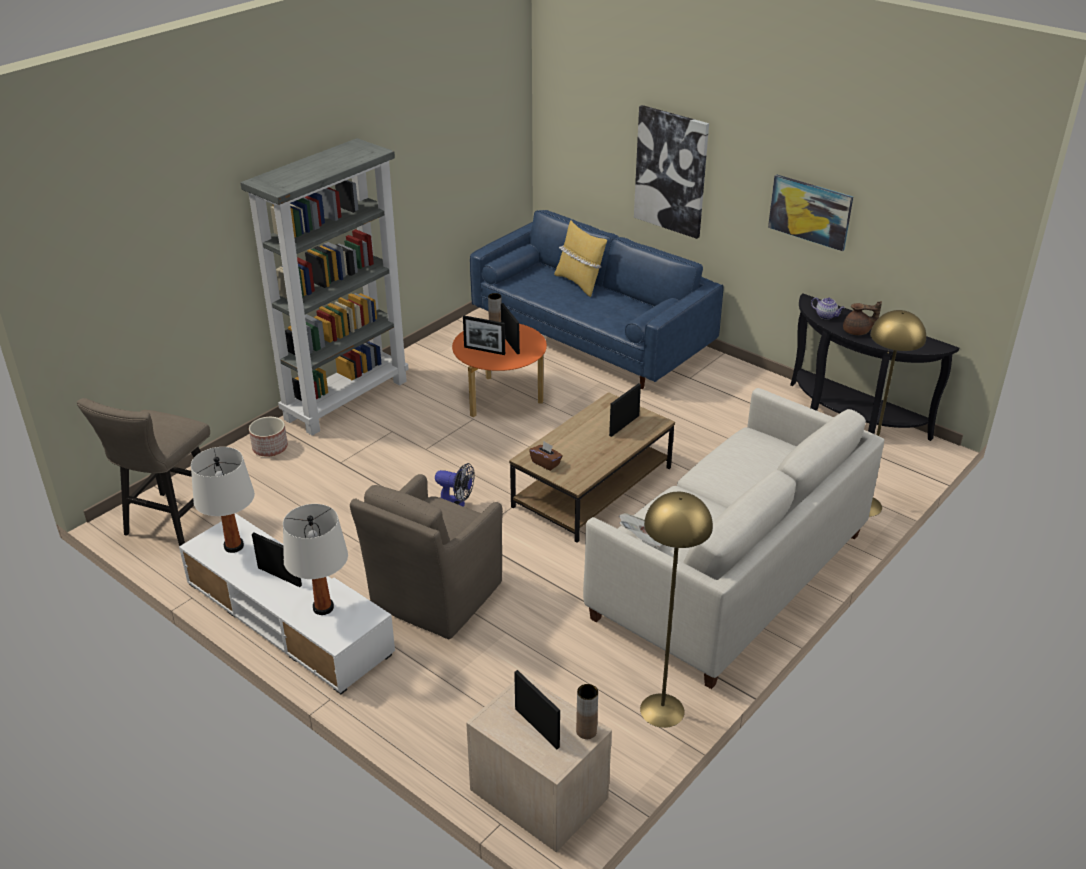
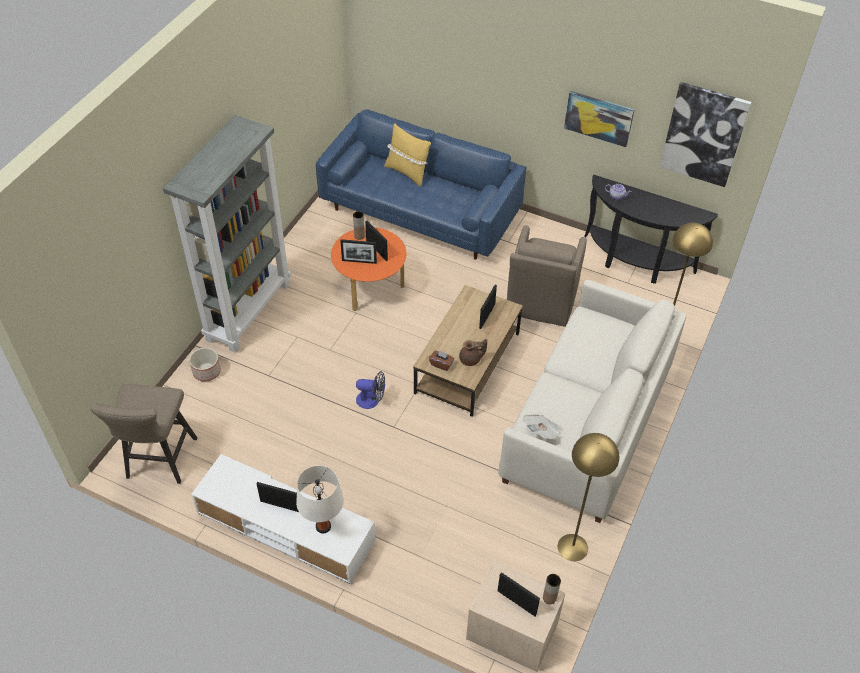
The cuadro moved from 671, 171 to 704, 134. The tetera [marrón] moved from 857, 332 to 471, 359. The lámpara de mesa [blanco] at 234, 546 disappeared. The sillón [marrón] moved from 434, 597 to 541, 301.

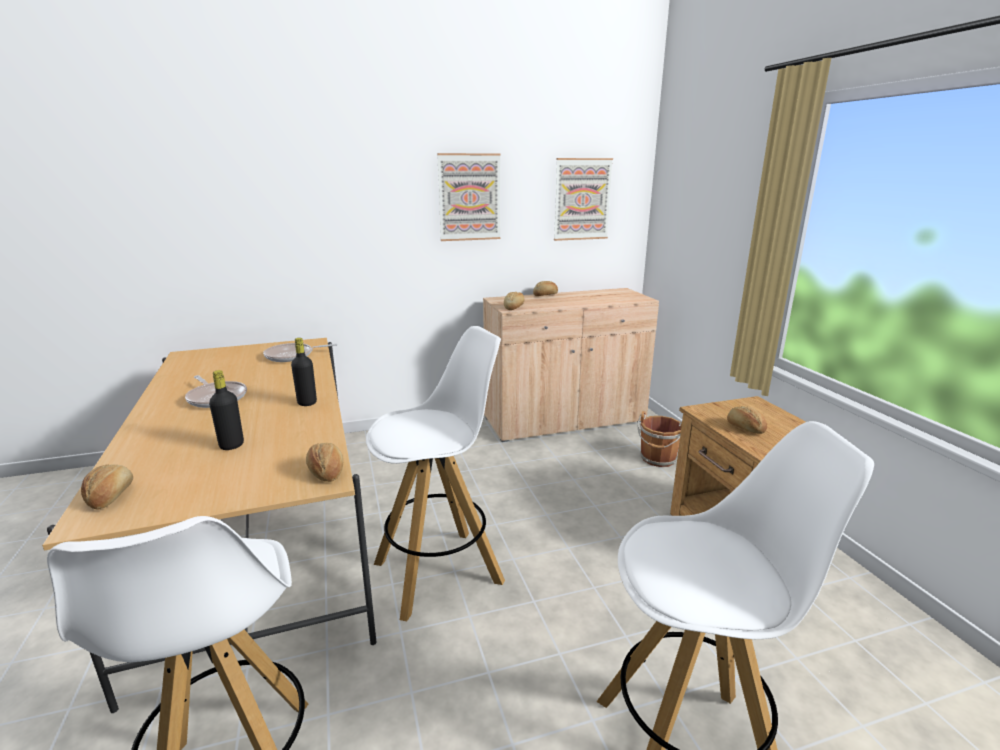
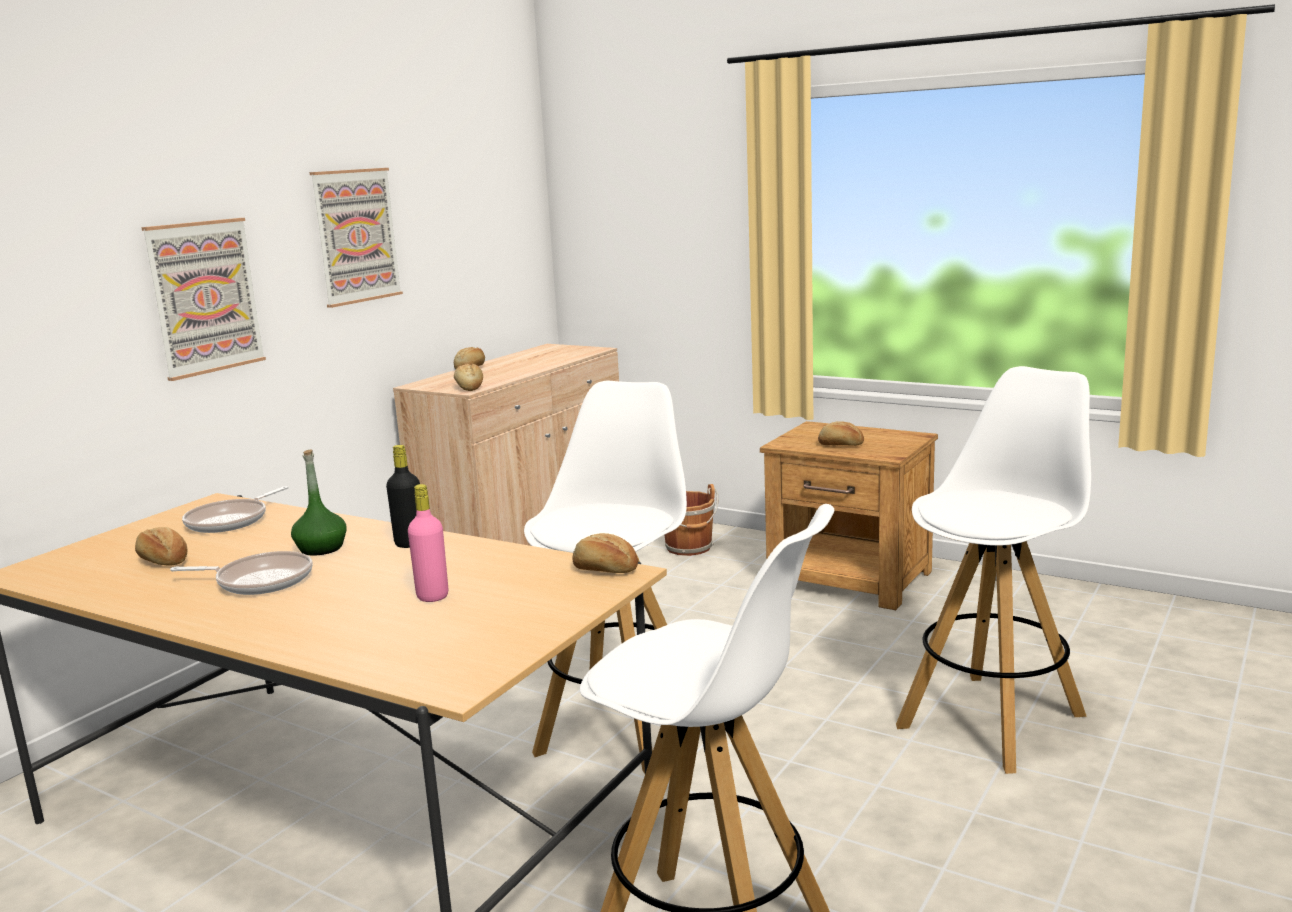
The cuadro moved from 582, 199 to 204, 297. The botella [negro] at 231, 445 became the botella [rosa] at 432, 596. The pan moved from 110, 496 to 163, 561. The botella [verde] at 321, 548 appeared.

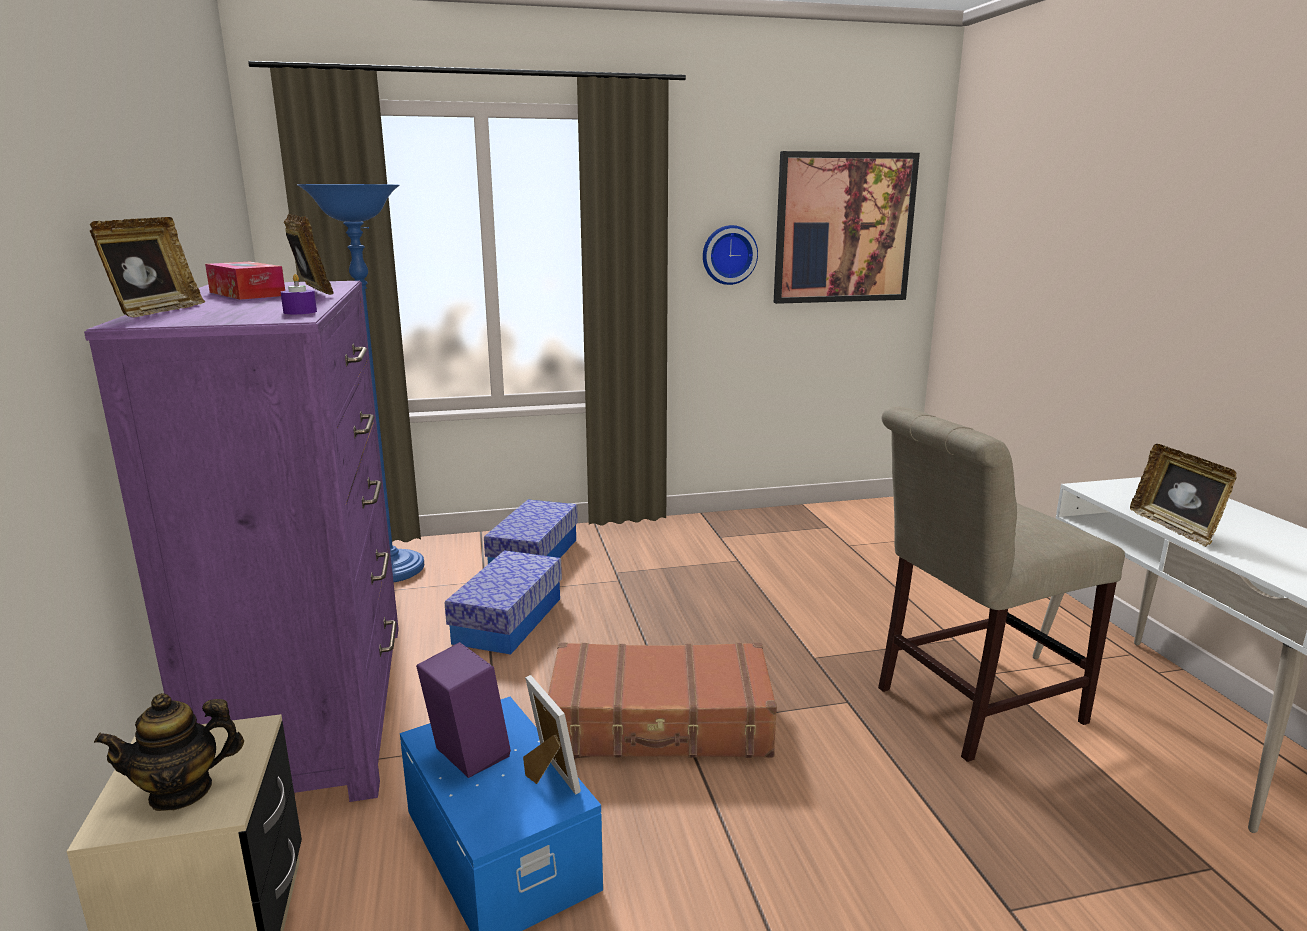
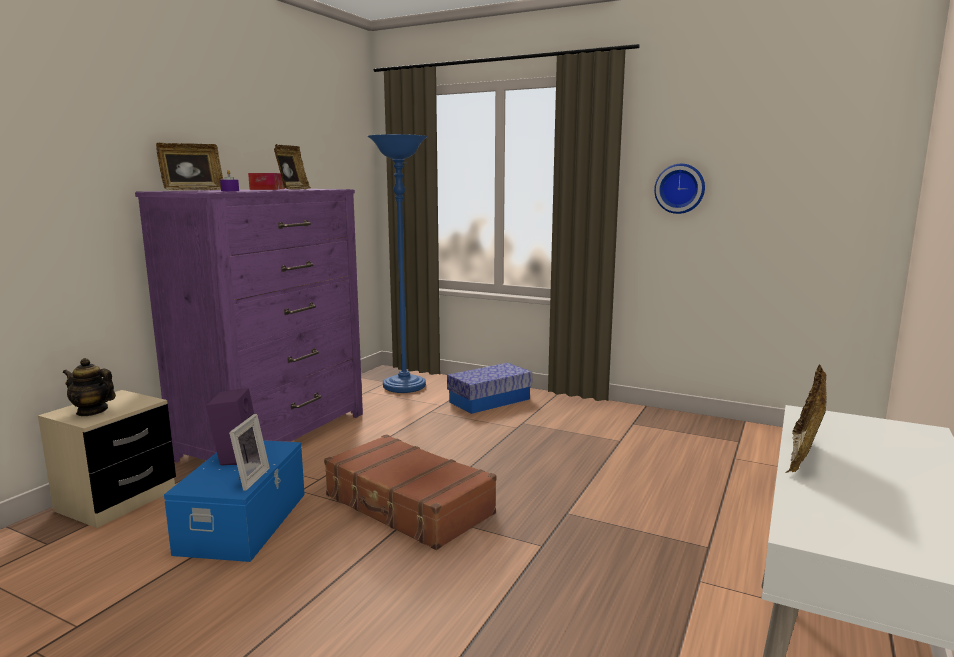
The cuadro at 844, 228 disappeared. The silla [beis] at 969, 706 disappeared. The caja de almacenaje at 508, 620 disappeared.

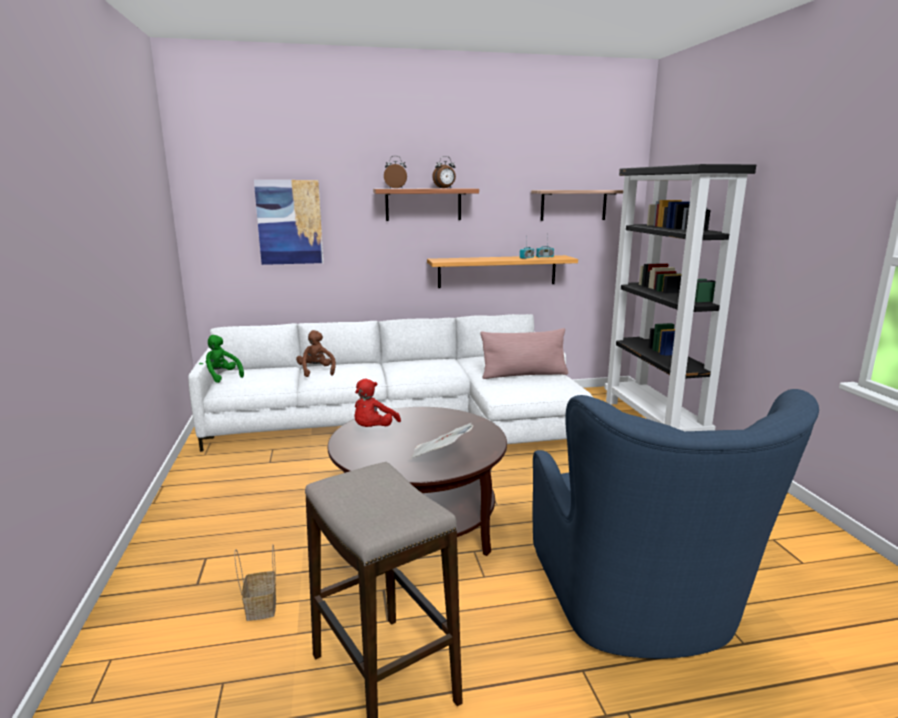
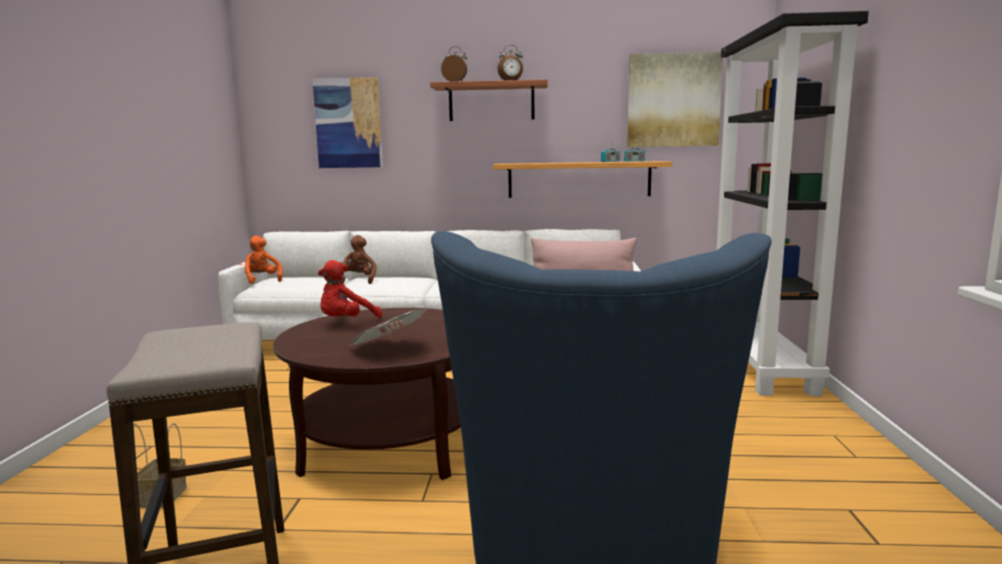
The estante at 573, 205 was replaced by the cuadro at 673, 100. The peluche [verde] at 220, 377 became the peluche [naranja] at 260, 280.

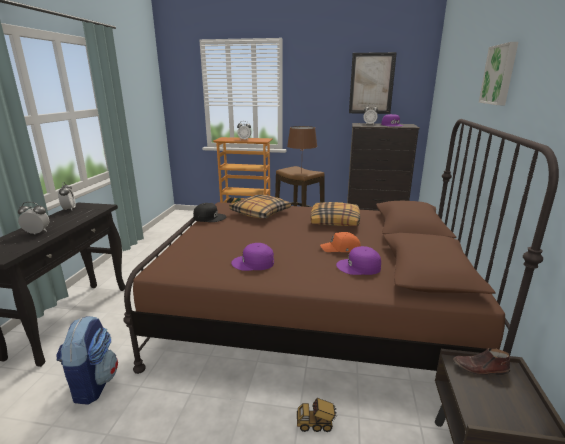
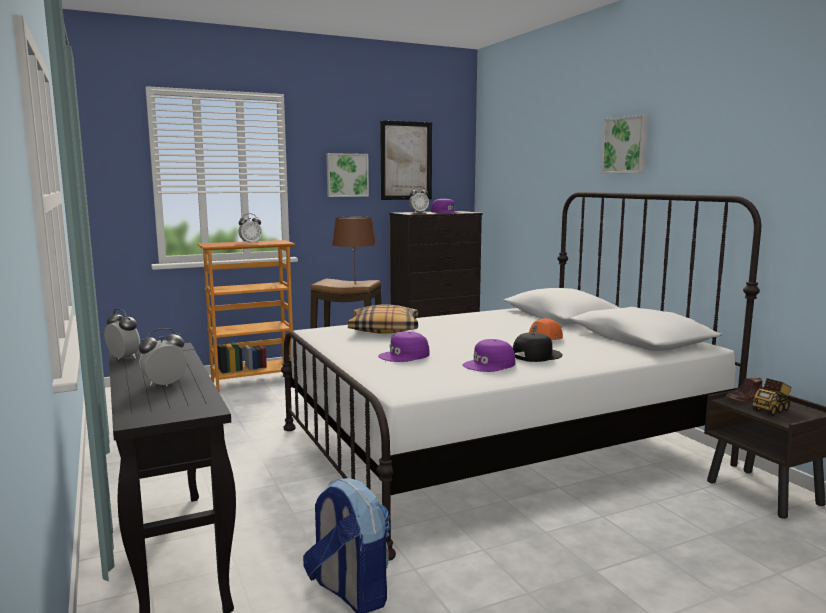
The cama [marrón] at 313, 315 became the cama [blanco] at 497, 446. The cojín at 335, 221 disappeared. The gorra [negro] moved from 209, 217 to 536, 355. The gorra [morado] moved from 359, 267 to 404, 356. The camión de juguete moved from 316, 424 to 771, 410. The cuadro at 347, 175 appeared.

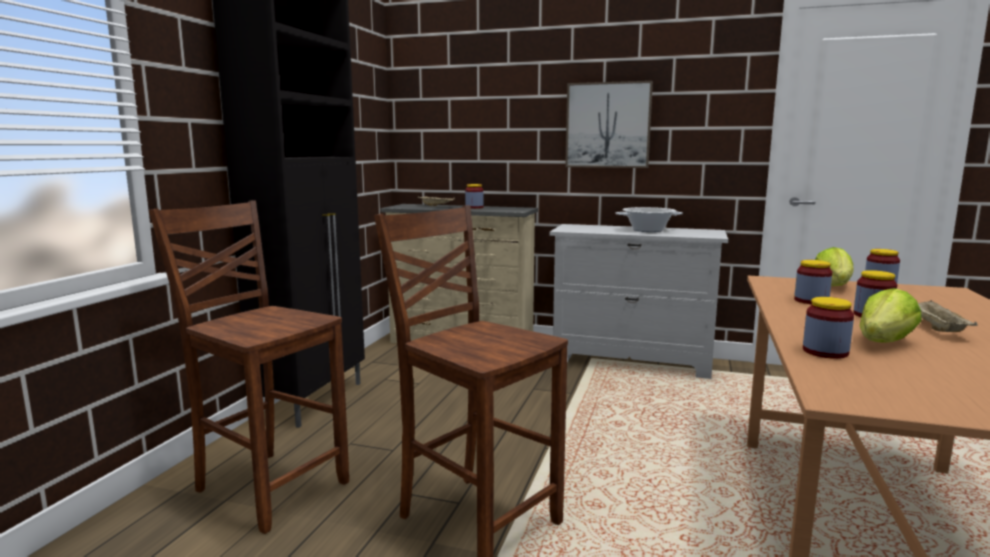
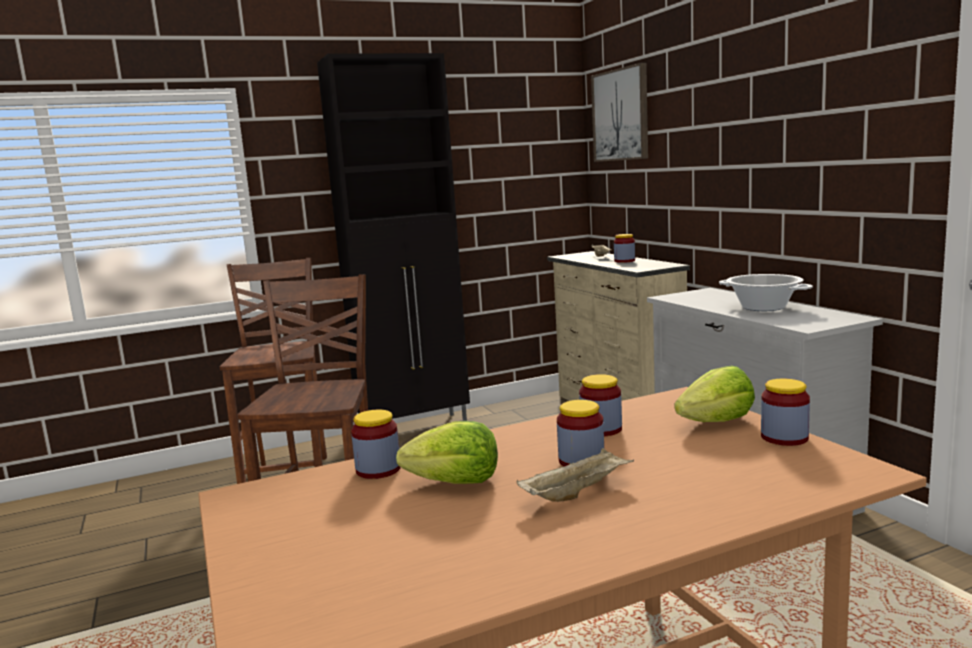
The cuadro moved from 608, 125 to 621, 115.

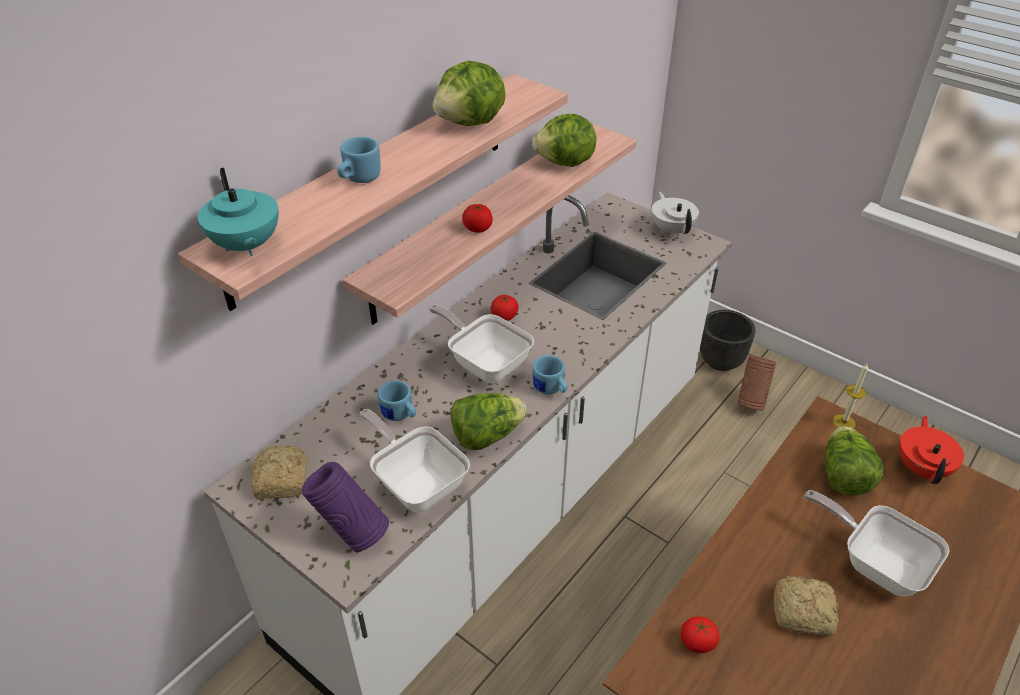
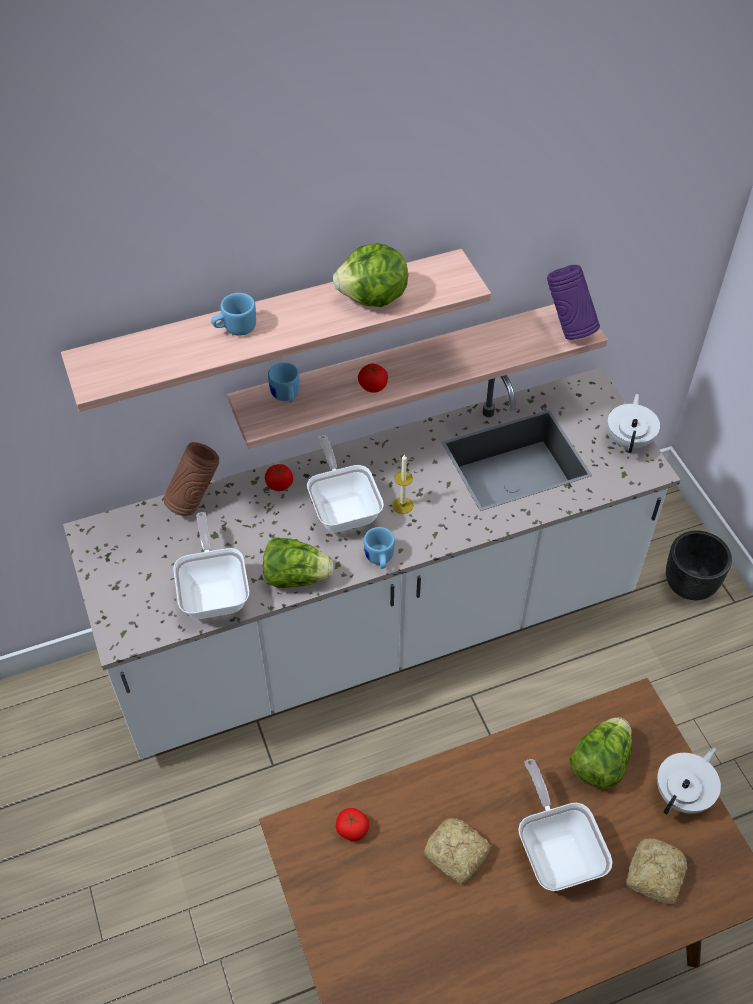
The lechuga at 565, 163 disappeared. The tetera [turquesa] at 246, 246 disappeared. The tomate moved from 504, 316 to 279, 485. The florero [marrón] moved from 751, 401 to 195, 501. The vela moved from 844, 422 to 402, 505. The taza grande [azul] moved from 400, 415 to 286, 397. The tetera [rojo] at 922, 468 became the tetera [blanco] at 683, 794. The pan moved from 281, 481 to 653, 876. The florero [morado] moved from 351, 534 to 568, 329.

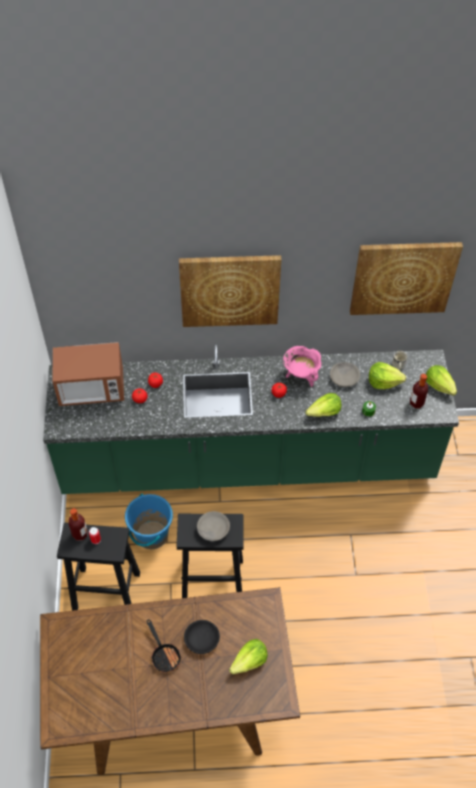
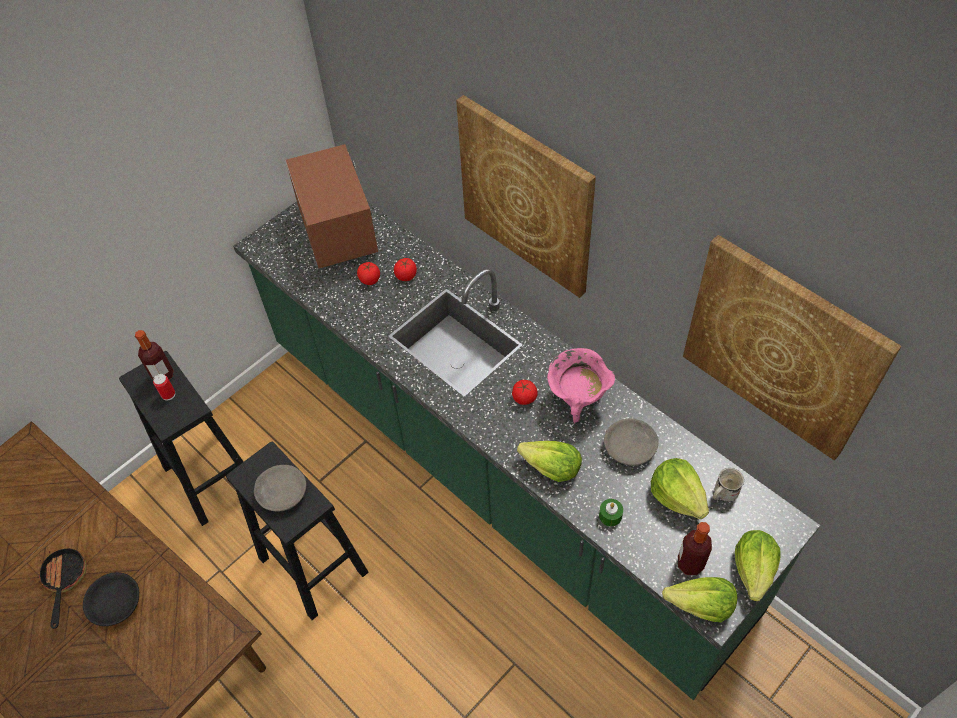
The microondas at 92, 389 turned 150 degrees counterclockwise. The cubo [azul] at 151, 535 disappeared. The sartén at 164, 655 turned 150 degrees clockwise. The lechuga moved from 249, 661 to 700, 606.

